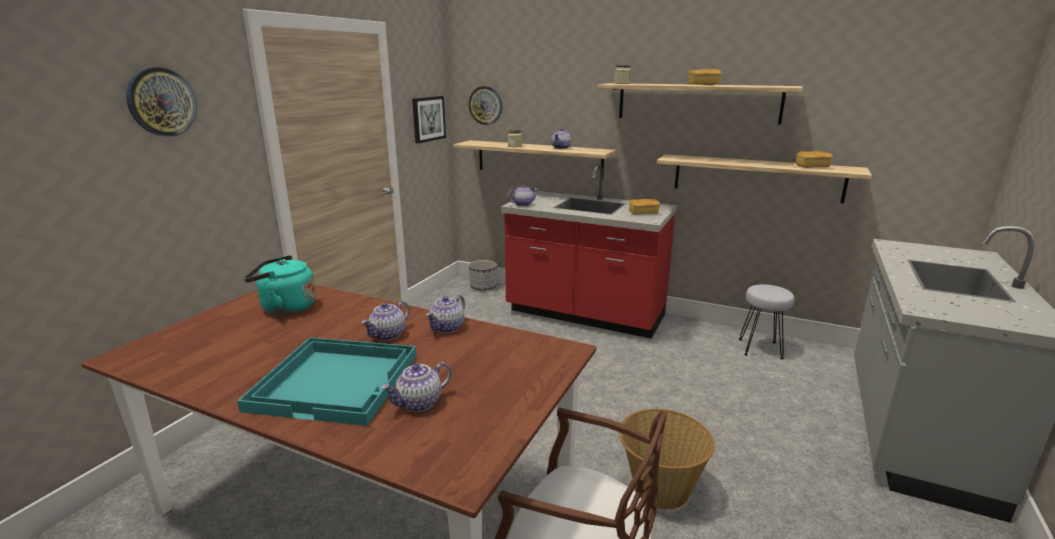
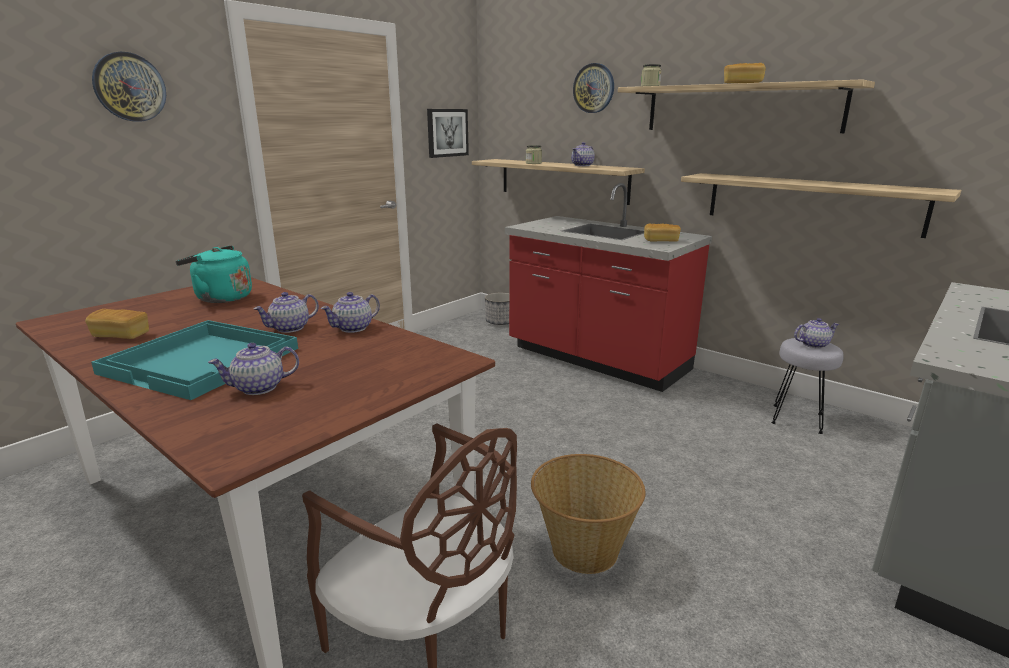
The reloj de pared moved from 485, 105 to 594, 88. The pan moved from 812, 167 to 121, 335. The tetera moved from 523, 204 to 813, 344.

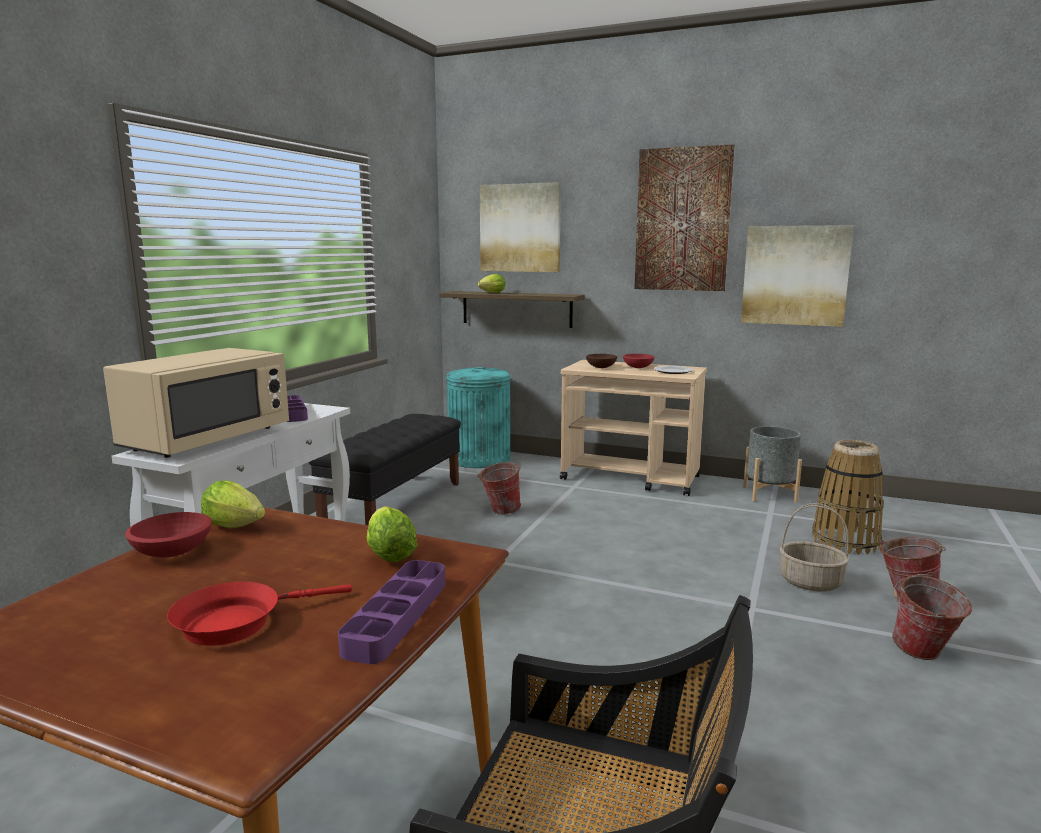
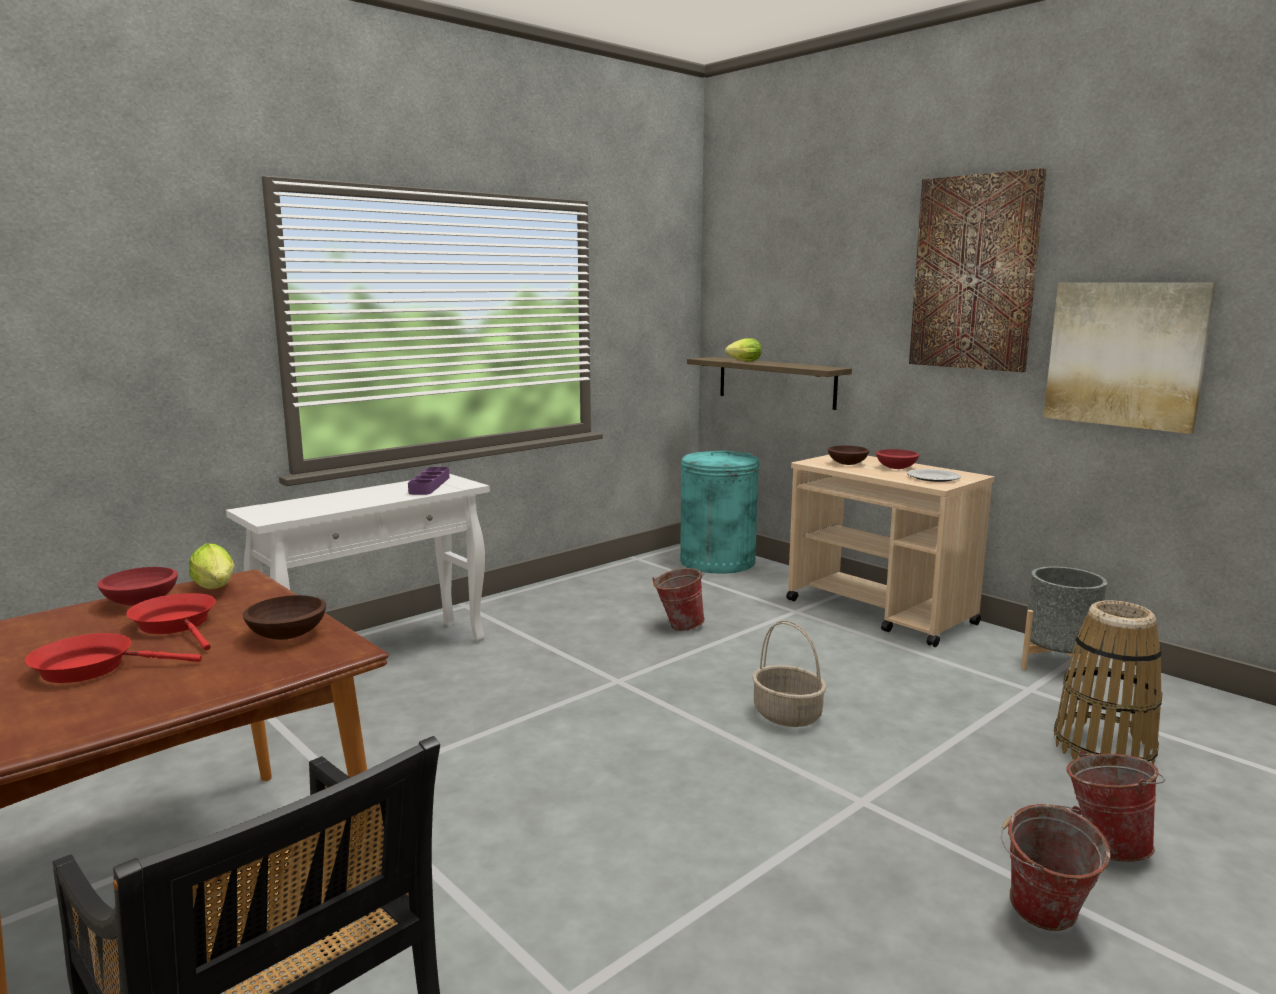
The cuadro at 520, 228 disappeared. The microondas [beis] at 207, 440 disappeared. The banco [negro] at 394, 504 disappeared. The cesta moved from 811, 582 to 788, 715. The lechuga at 389, 553 was replaced by the cuenco [marrón] at 286, 635. The bandeja [morado] at 397, 616 disappeared. The sartén [rojo] at 177, 625 appeared.

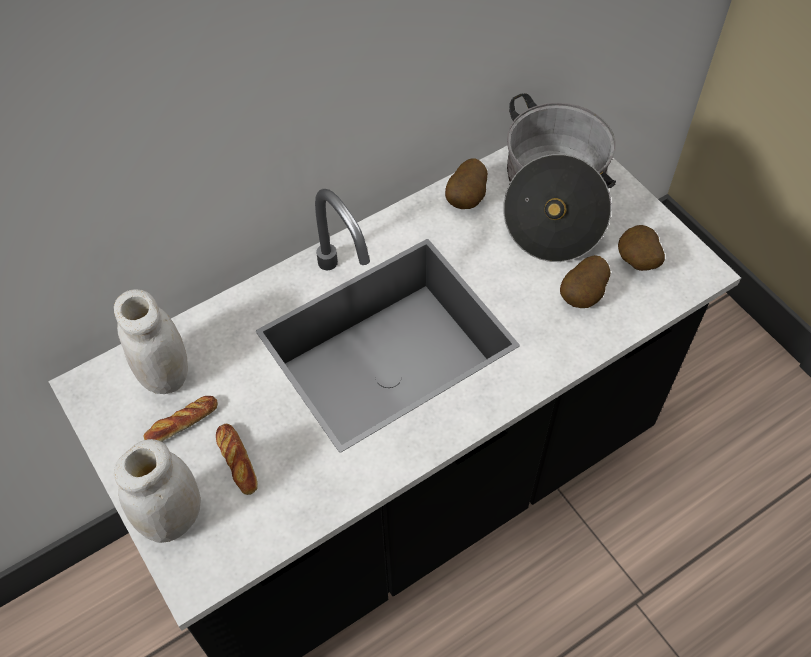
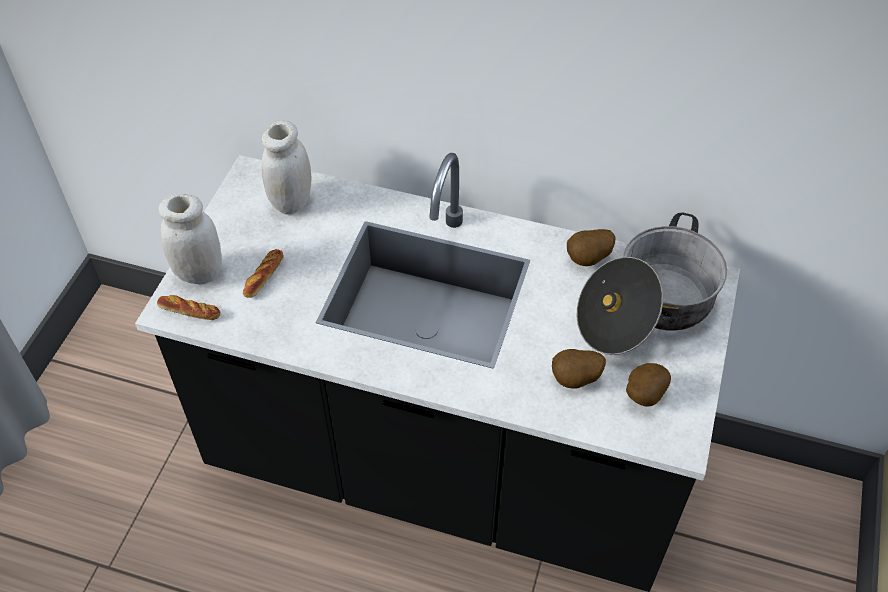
The pan moved from 182, 423 to 189, 311.

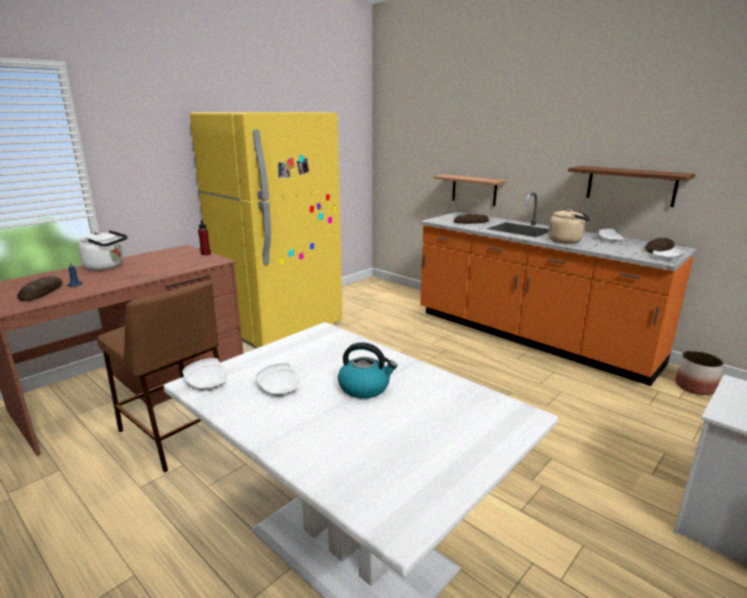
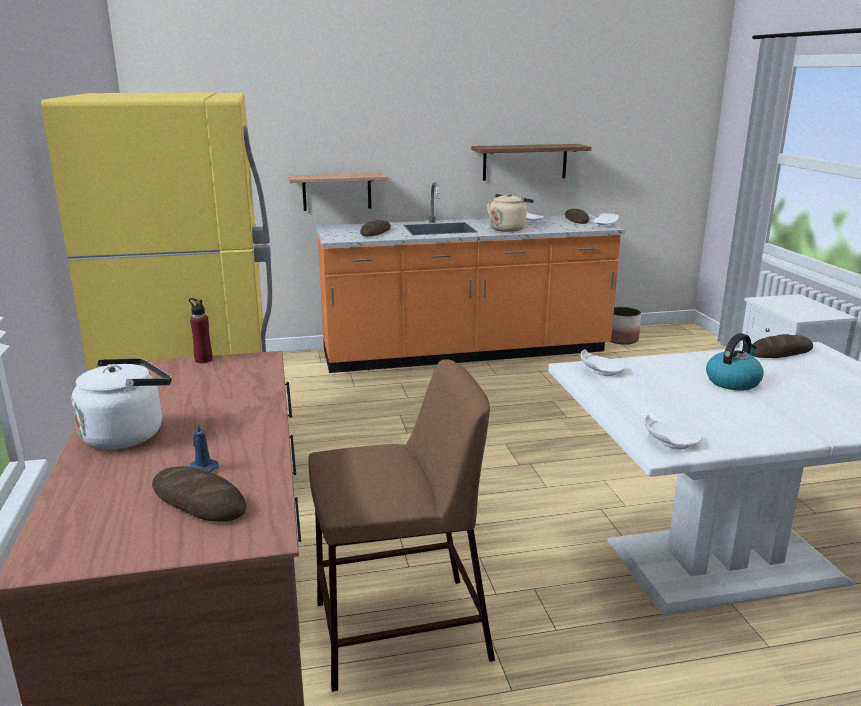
The plato [blanco] moved from 280, 388 to 600, 371. The pan at 780, 352 appeared.

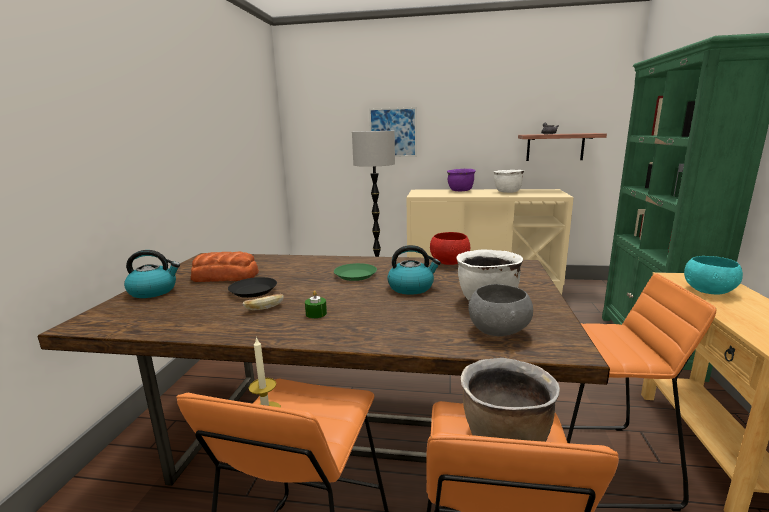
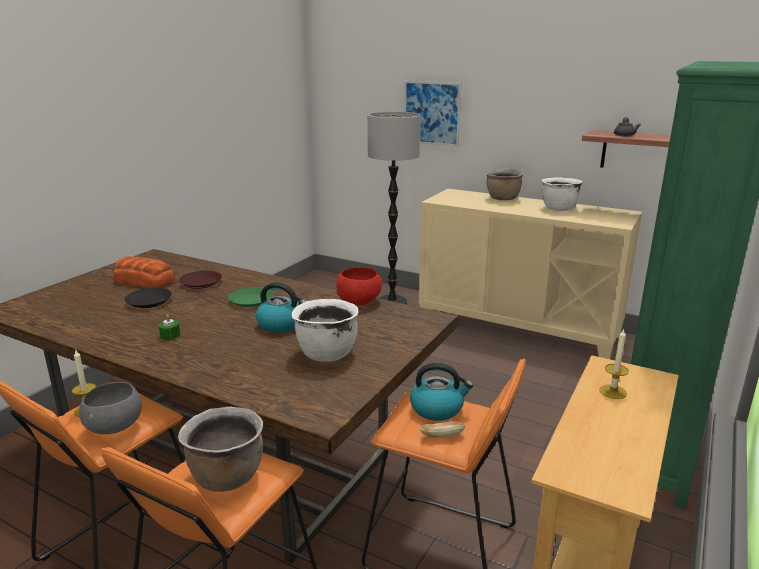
The olla [morado] at 460, 191 became the olla [marrón] at 503, 199. The hervidor moved from 154, 291 to 437, 408. The cuenco [turquesa] at 708, 291 was replaced by the vela at 613, 391. The cuenco [gris] moved from 499, 332 to 115, 428. The pan moved from 264, 308 to 442, 436. The plato [marrón] at 201, 283 appeared.

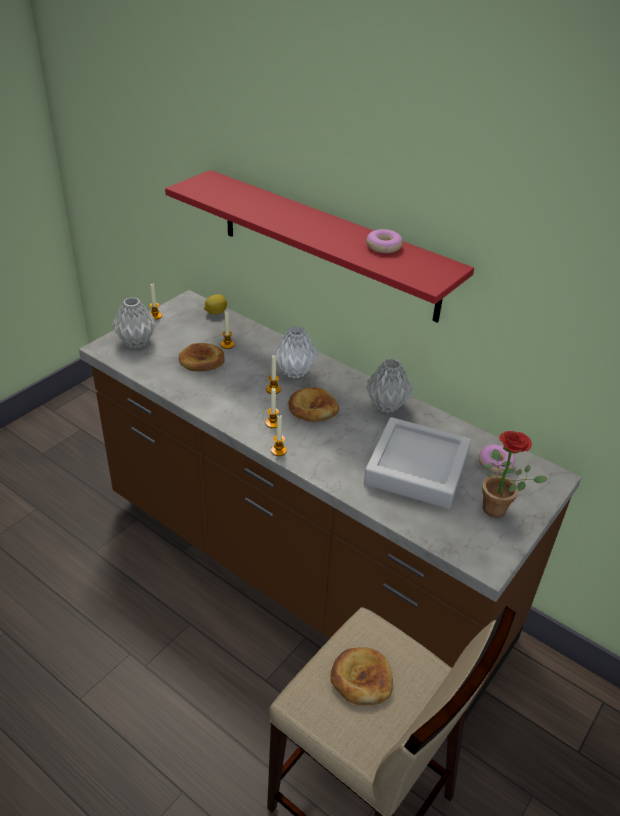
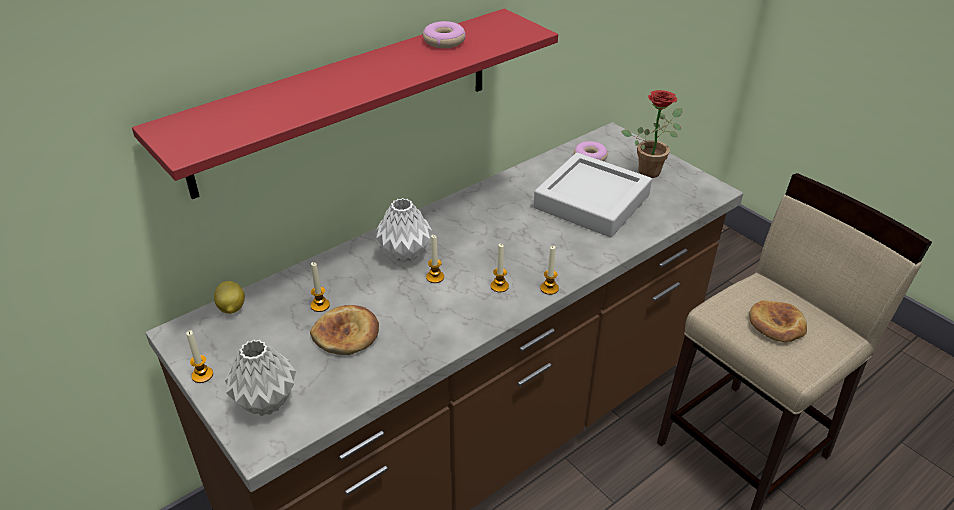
The florero [gris] at 387, 406 disappeared. The pan at 312, 408 disappeared.

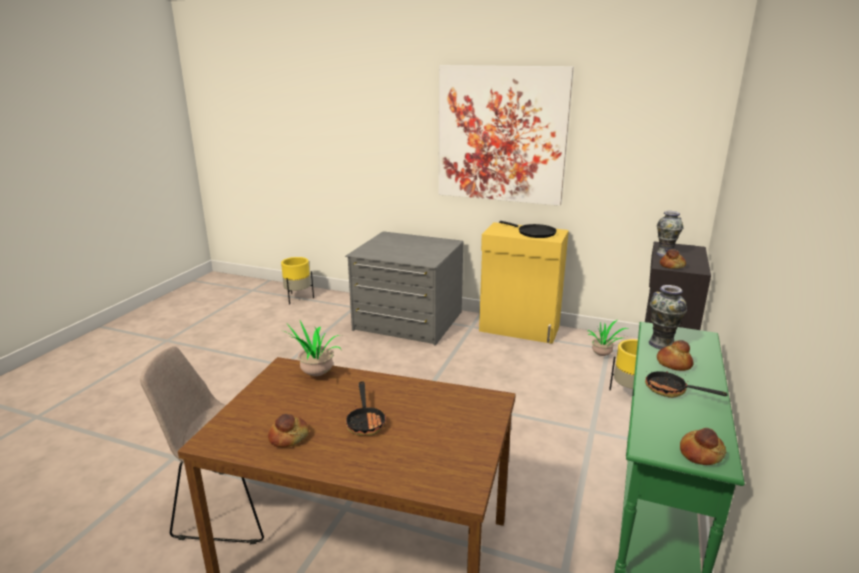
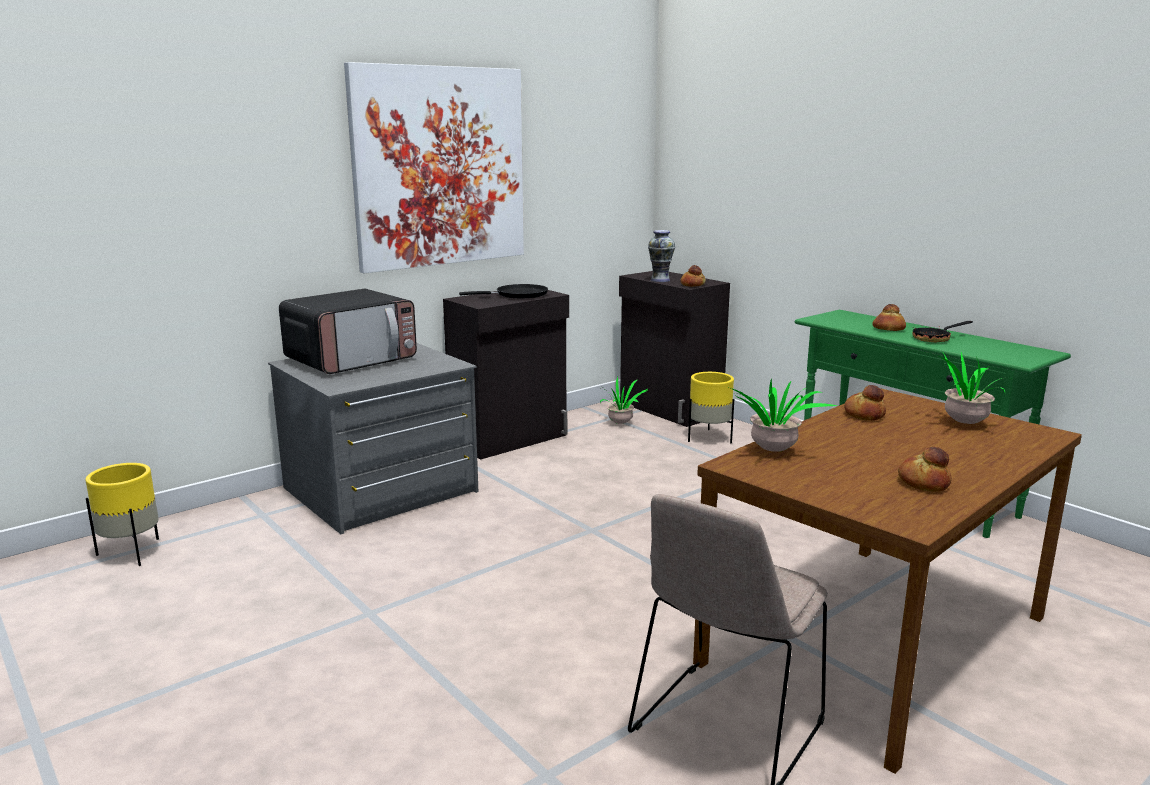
The armario [amarillo] at 519, 329 became the armario [negro] at 510, 439. The florero at 661, 344 disappeared. The sartén at 365, 421 disappeared. The pan moved from 701, 454 to 864, 415. The microondas at 352, 360 appeared. The planta en maceta at 961, 423 appeared.

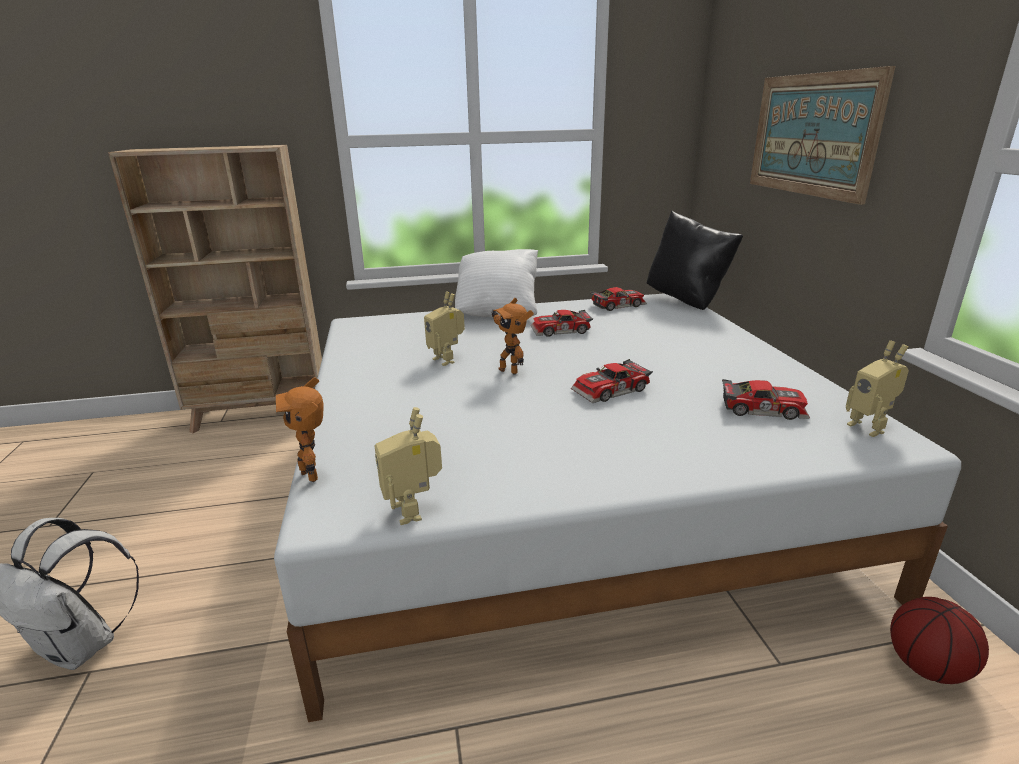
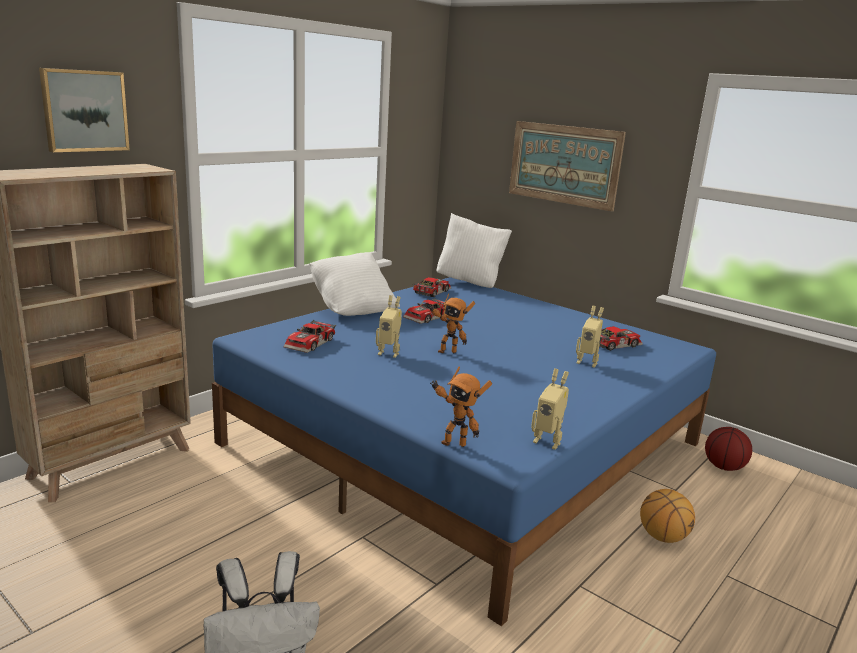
The cojín [negro] at 687, 301 became the cojín [blanco] at 470, 282. The cama [blanco] at 559, 491 became the cama [azul] at 467, 444. The robot de juguete moved from 869, 427 to 587, 362. The coche de juguete moved from 612, 391 to 311, 343. The cuadro at 84, 110 appeared. The balón de baloncesto at 662, 537 appeared.

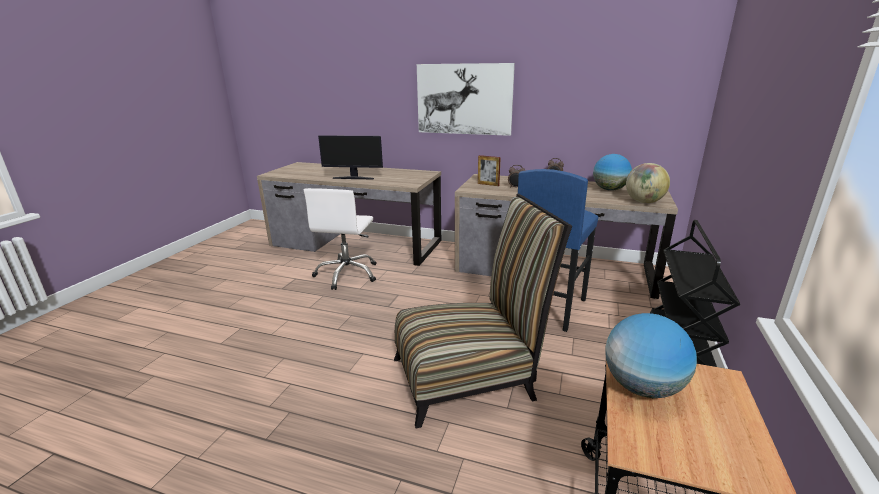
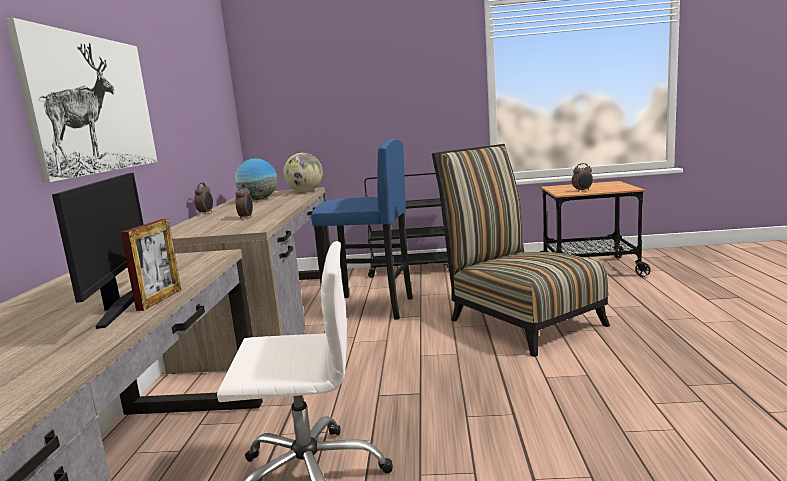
The portarretratos moved from 488, 184 to 159, 299. The globo terráqueo at 642, 387 was replaced by the despertador at 582, 191.

